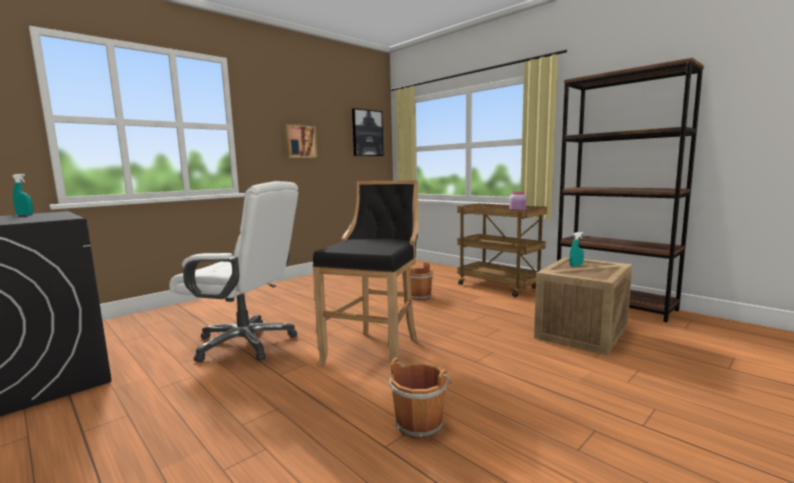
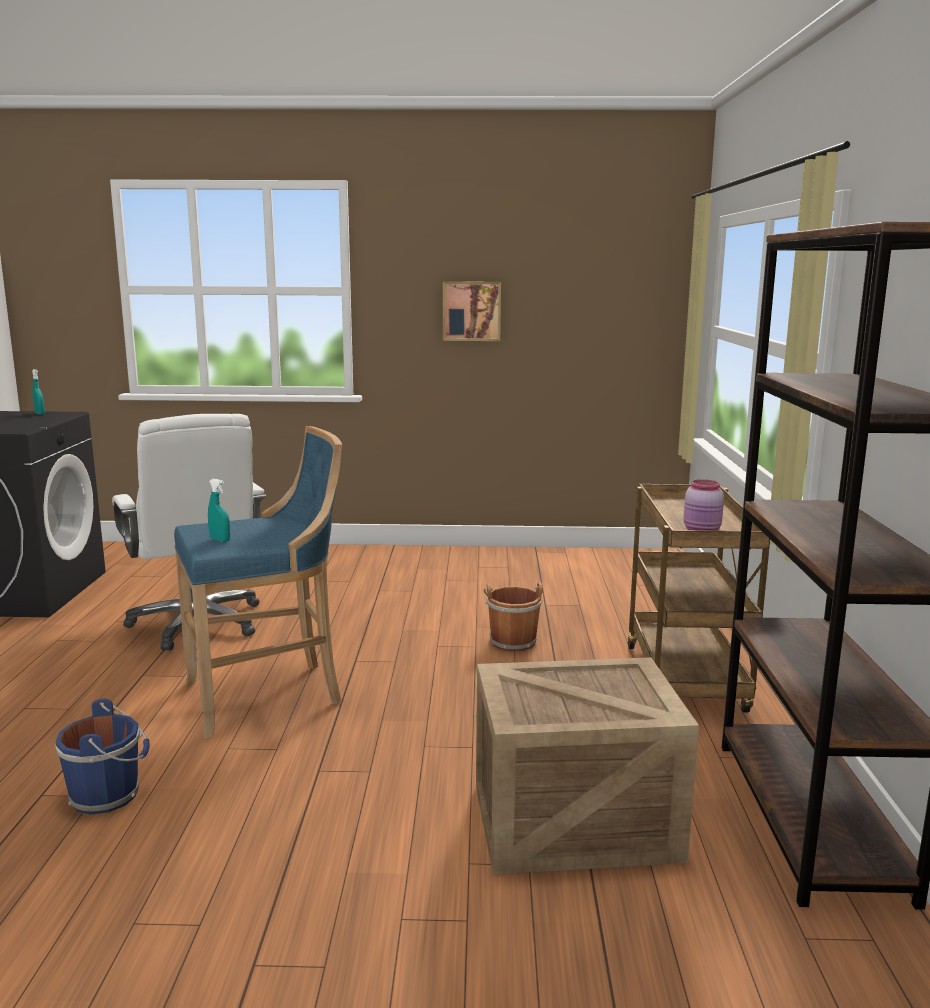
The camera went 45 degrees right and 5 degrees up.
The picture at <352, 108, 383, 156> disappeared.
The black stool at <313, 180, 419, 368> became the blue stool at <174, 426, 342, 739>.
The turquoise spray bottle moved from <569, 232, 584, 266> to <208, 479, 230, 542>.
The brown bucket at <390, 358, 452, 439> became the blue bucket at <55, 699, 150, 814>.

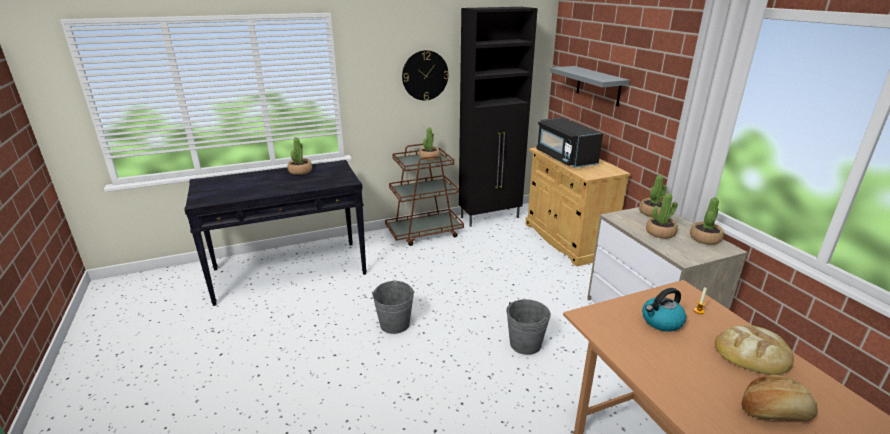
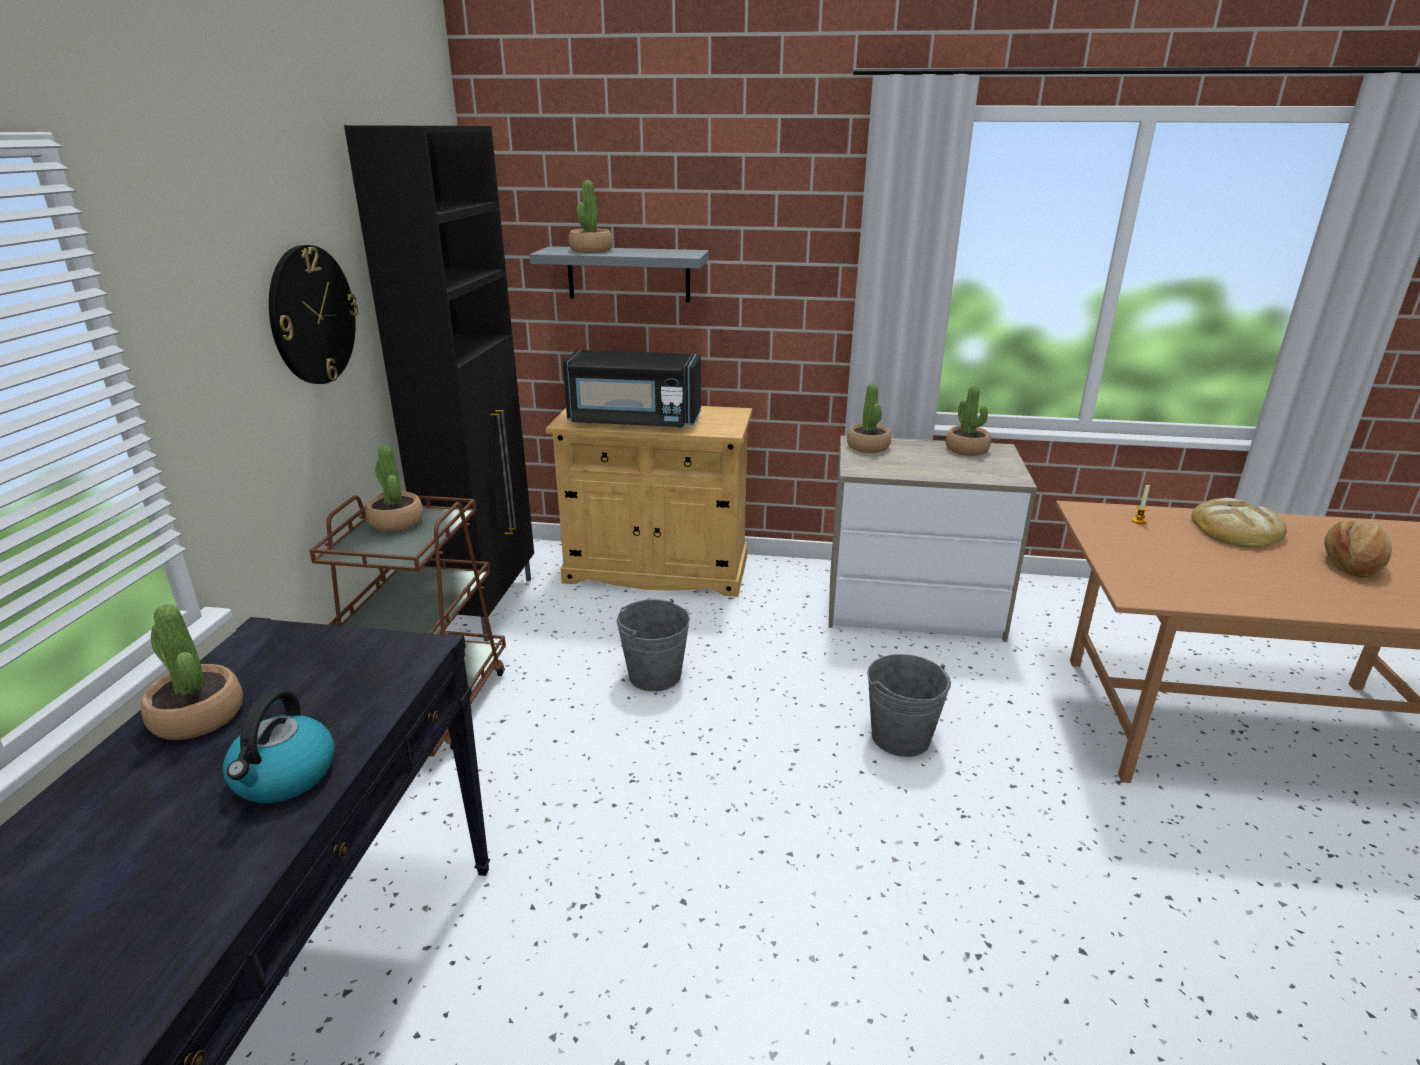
The camera went 60 degrees left and 0 degrees up.
The potted plant moved from <646, 193, 678, 239> to <569, 180, 613, 253>.
The grey bucket moved from <372, 280, 414, 334> to <616, 599, 690, 691>.
The kettle moved from <642, 288, 686, 332> to <223, 689, 335, 803>.

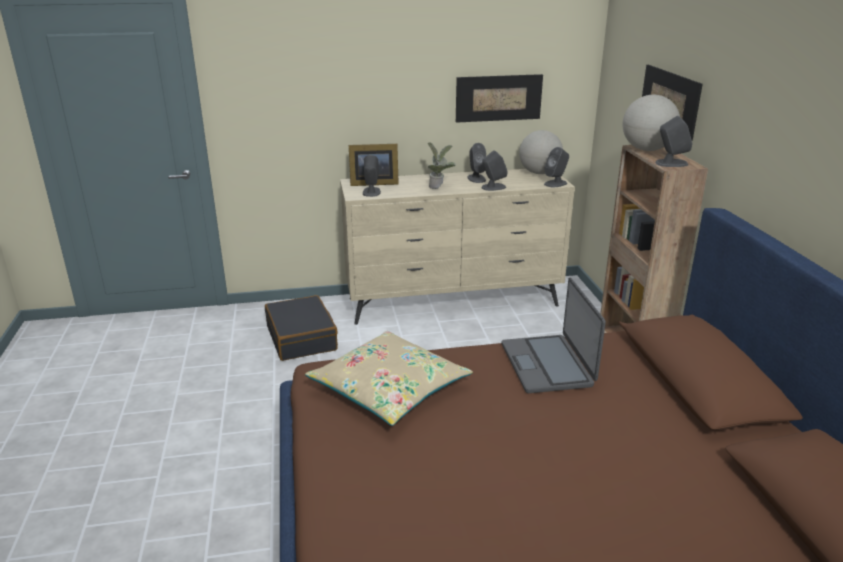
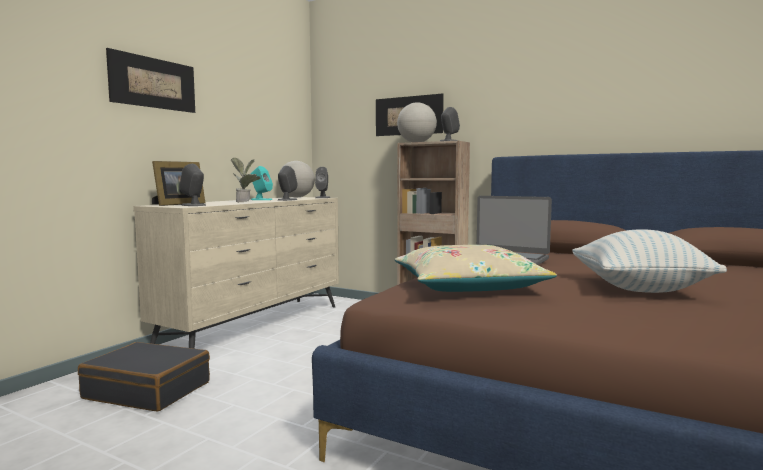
The camera went 50 degrees left and 20 degrees down.
The picture moved from <456, 74, 543, 123> to <106, 48, 195, 113>.
The grey speaker at <467, 143, 486, 183> became the turquoise speaker at <251, 166, 273, 200>.
The pillow at <572, 229, 727, 293> appeared.

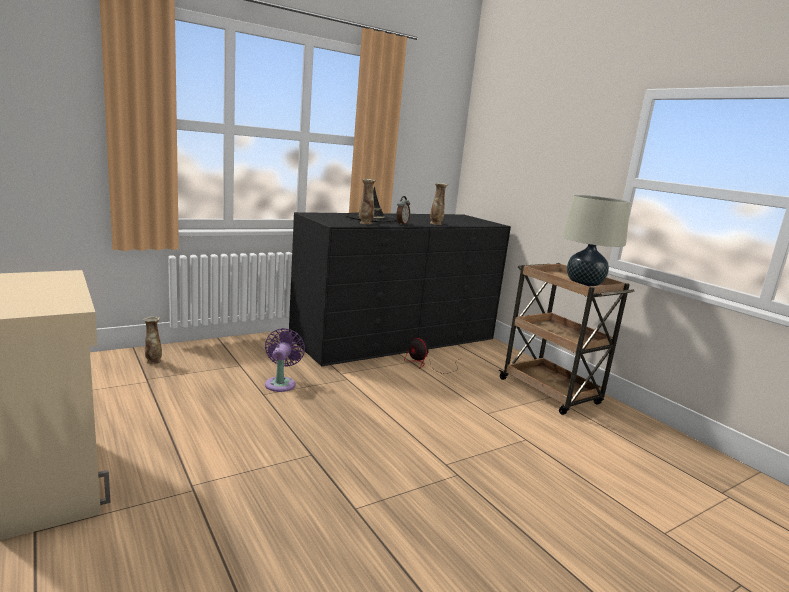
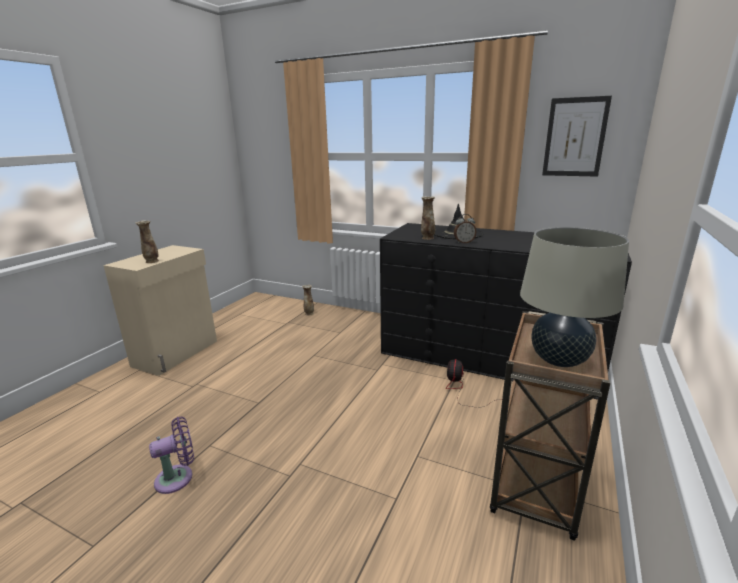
The camera went 60 degrees right and 5 degrees up.
The vase moved from <430, 183, 448, 225> to <135, 220, 159, 263>.
The purple fan moved from <265, 328, 305, 392> to <149, 417, 194, 494>.
The picture at <542, 96, 612, 177> appeared.

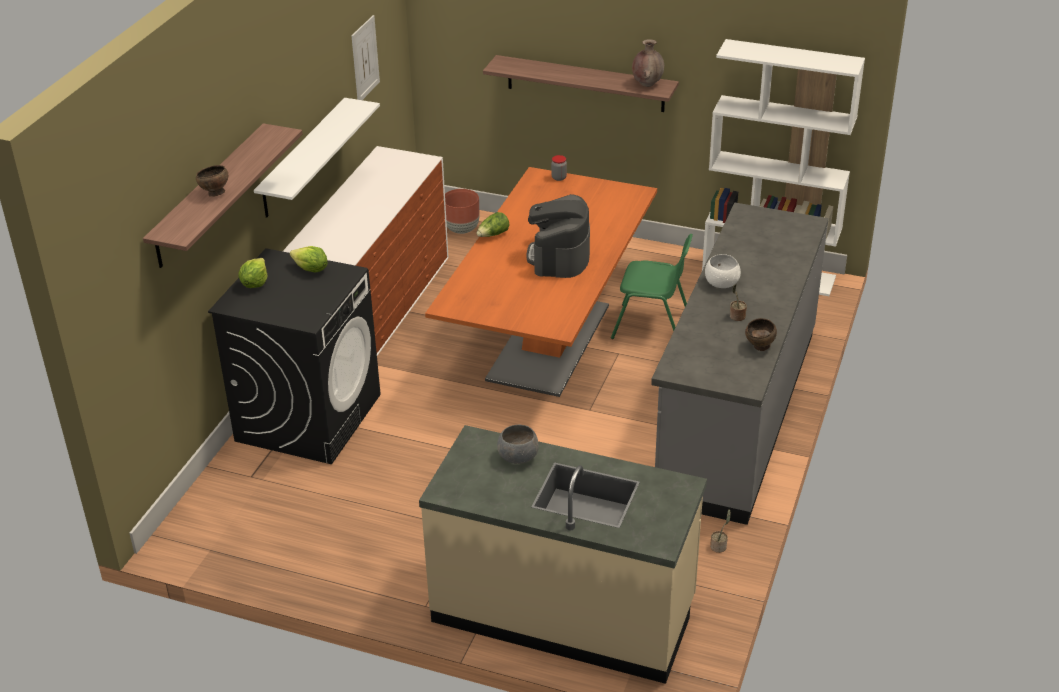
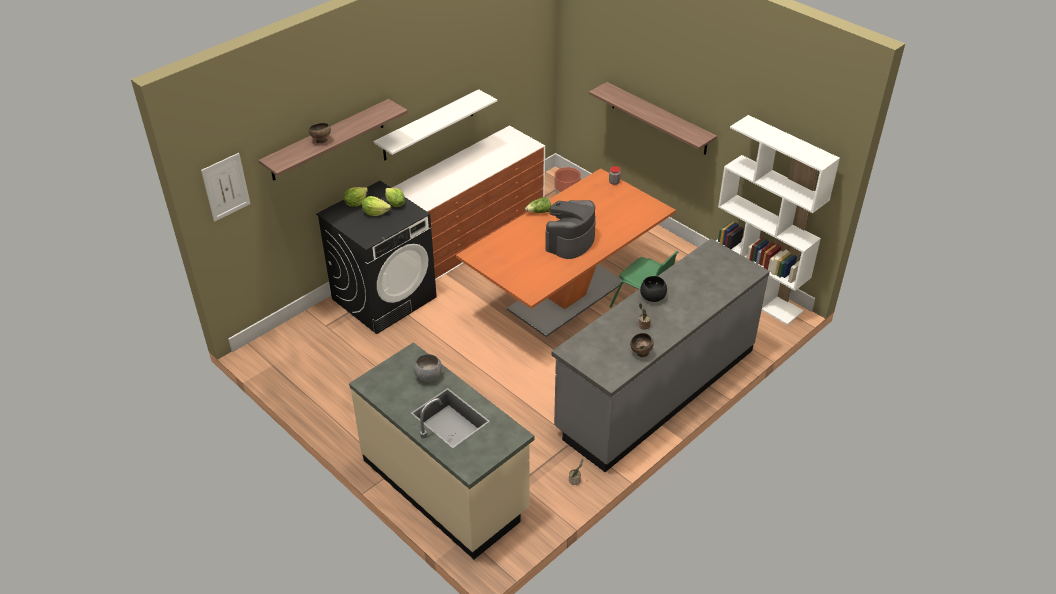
The camera went 25 degrees right and 5 degrees up.
The picture moved from <352, 15, 380, 100> to <201, 153, 250, 222>.
The brown vase at <632, 39, 664, 87> disappeared.
The white bowl at <705, 254, 741, 288> became the black bowl at <640, 276, 667, 302>.
The lettuce at <362, 196, 391, 216> appeared.

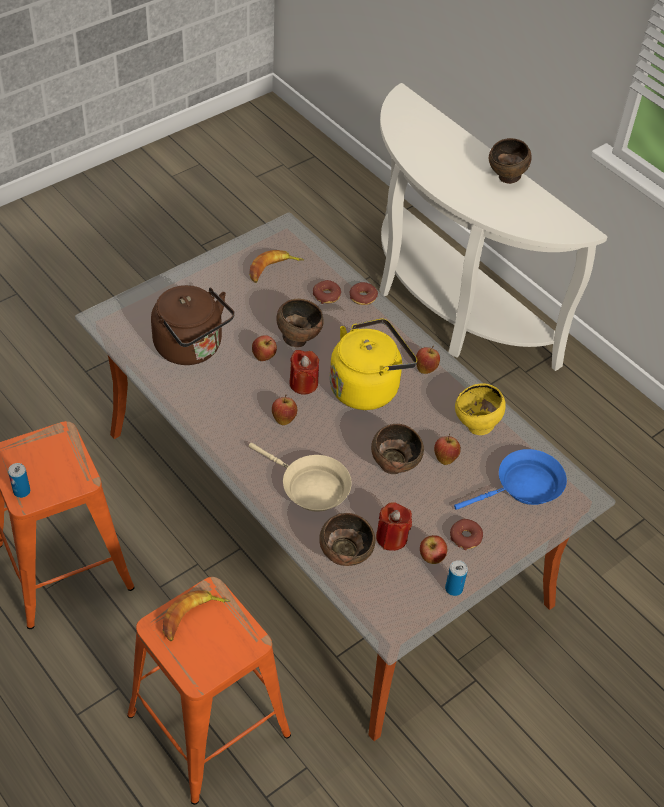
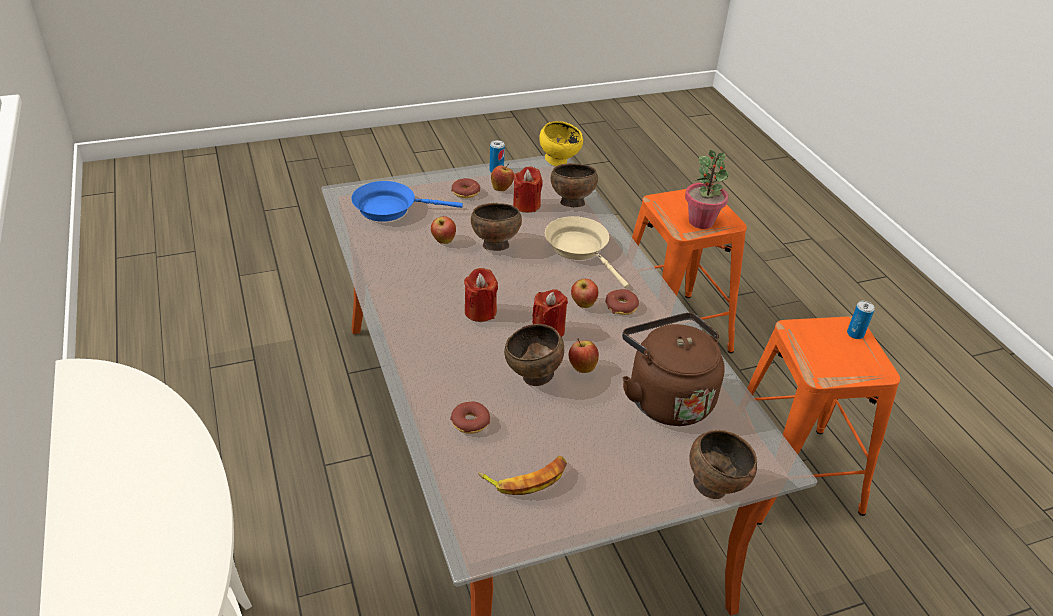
The camera went 160 degrees left and 10 degrees down.
The brown bowl moved from <489, 138, 532, 184> to <689, 430, 757, 499>.
The donut moved from <350, 282, 378, 305> to <605, 289, 639, 315>.
The yellow kettle at <329, 318, 417, 410> was replaced by the red candle at <464, 268, 498, 322>.
The apple at <416, 346, 440, 374> disappeared.
The yellow bowl moved from <455, 383, 506, 435> to <539, 121, 583, 166>.
The banana at <163, 590, 230, 641> was replaced by the potted plant at <685, 150, 729, 229>.

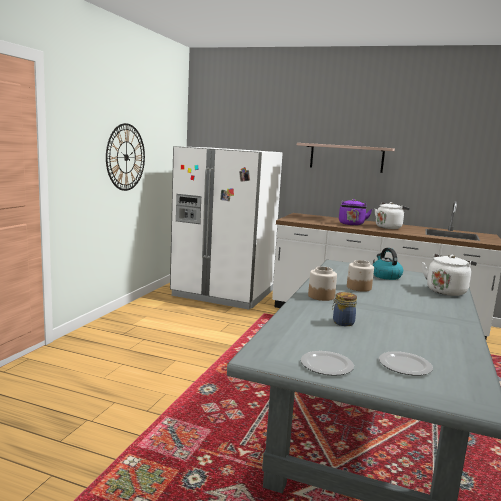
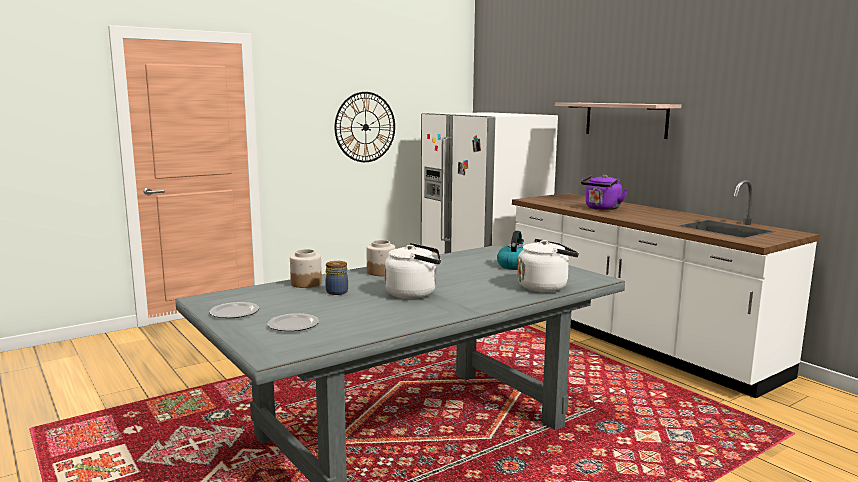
The camera went 35 degrees right and 0 degrees up.
The white kettle moved from <375, 202, 410, 229> to <384, 243, 441, 299>.
The jar moved from <347, 260, 374, 292> to <290, 249, 322, 288>.

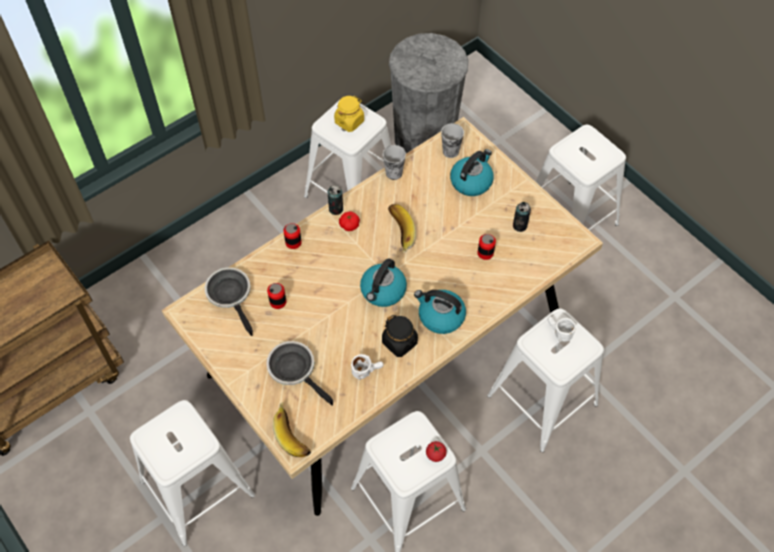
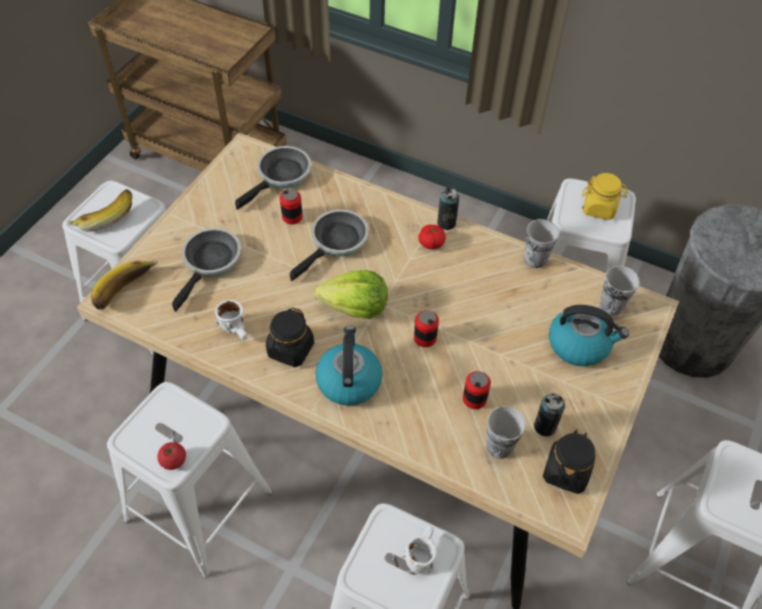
The camera went 65 degrees right and 5 degrees down.
The banana moved from <388, 204, 416, 253> to <67, 189, 132, 232>.
The can moved from <284, 223, 302, 249> to <414, 310, 439, 347>.
The kettle at <360, 258, 407, 307> was replaced by the lettuce at <314, 270, 388, 319>.
The frying pan at <290, 209, 369, 281> appeared.
The cup at <486, 406, 526, 459> appeared.
The black jar at <543, 429, 596, 494> appeared.

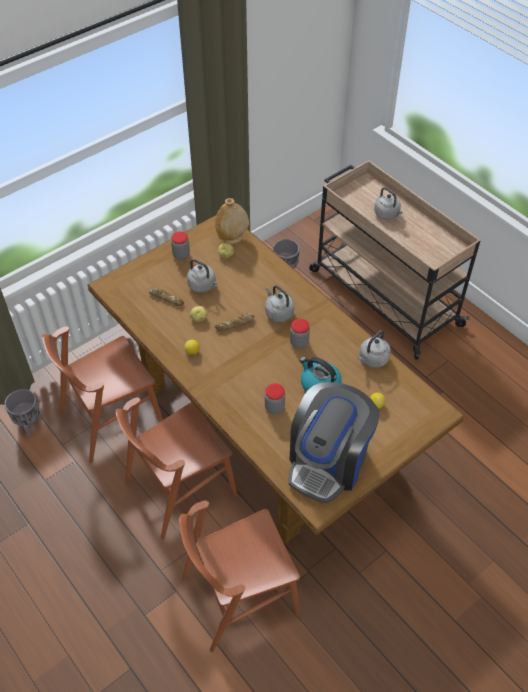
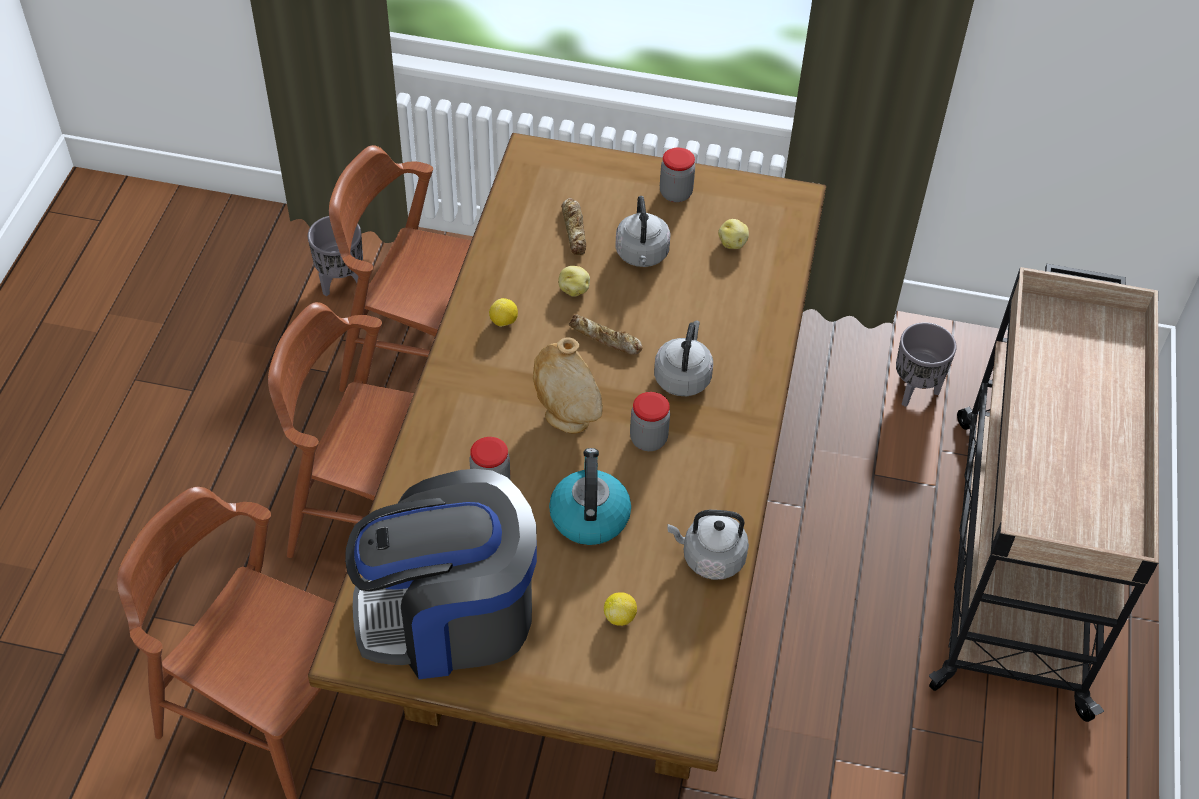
The camera went 50 degrees right and 0 degrees up.
The grey kettle at <374, 187, 403, 220> disappeared.
The beige vase moved from <215, 198, 249, 245> to <533, 337, 603, 433>.

